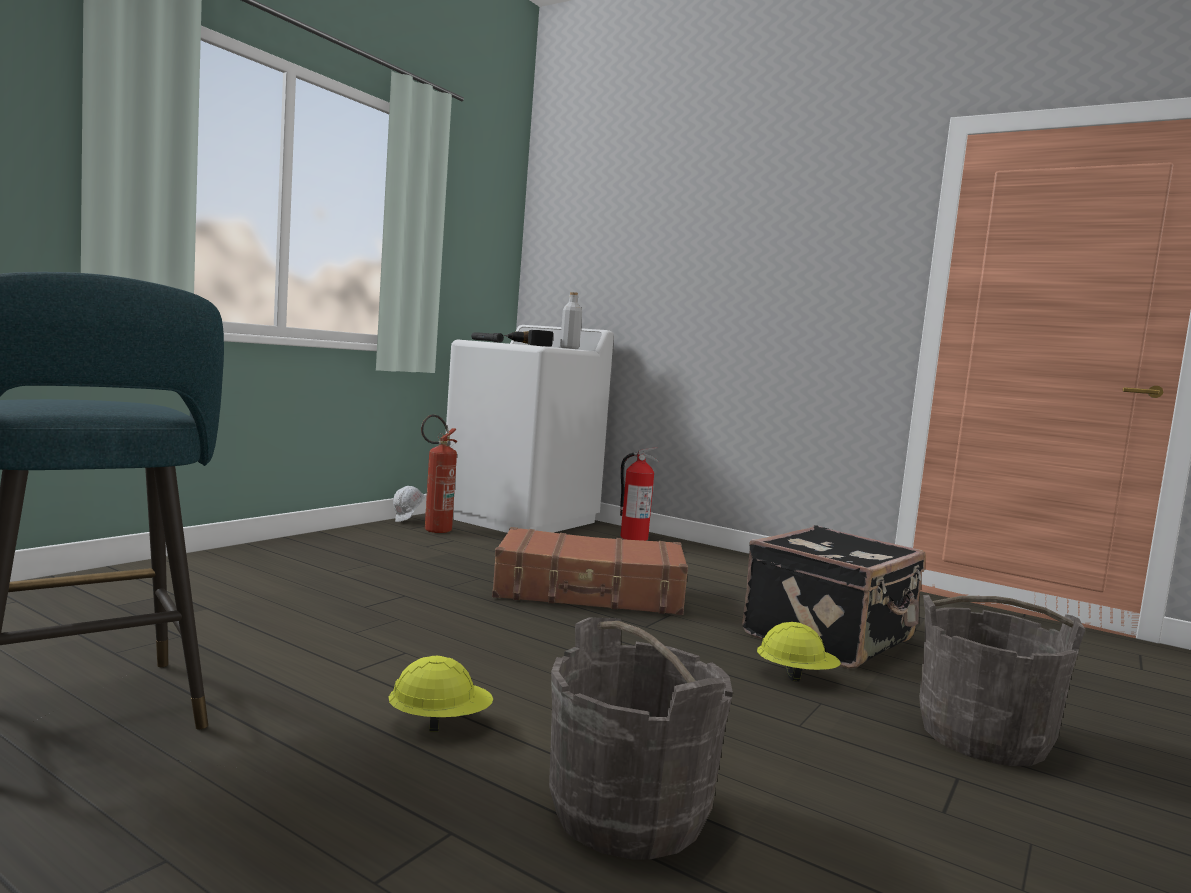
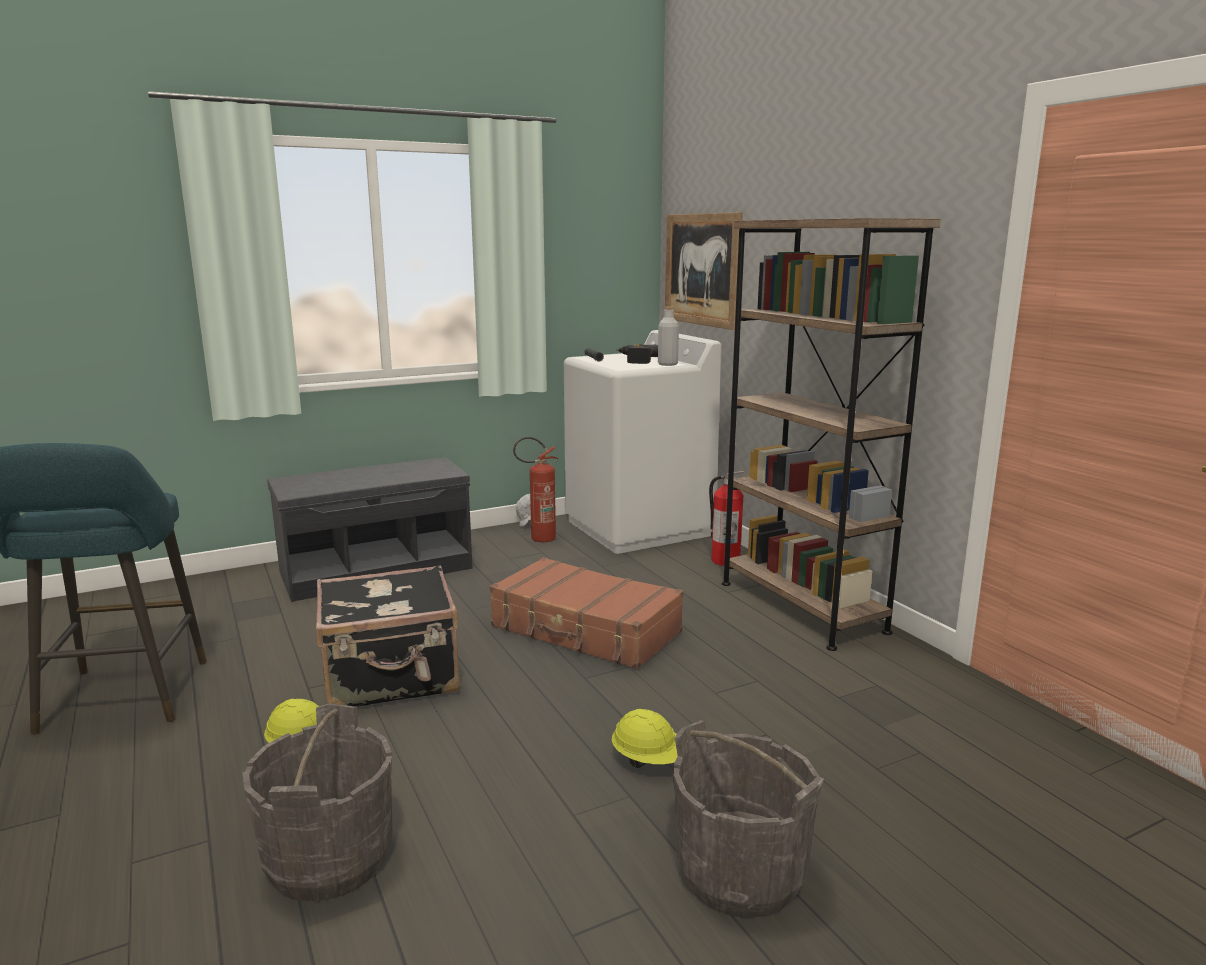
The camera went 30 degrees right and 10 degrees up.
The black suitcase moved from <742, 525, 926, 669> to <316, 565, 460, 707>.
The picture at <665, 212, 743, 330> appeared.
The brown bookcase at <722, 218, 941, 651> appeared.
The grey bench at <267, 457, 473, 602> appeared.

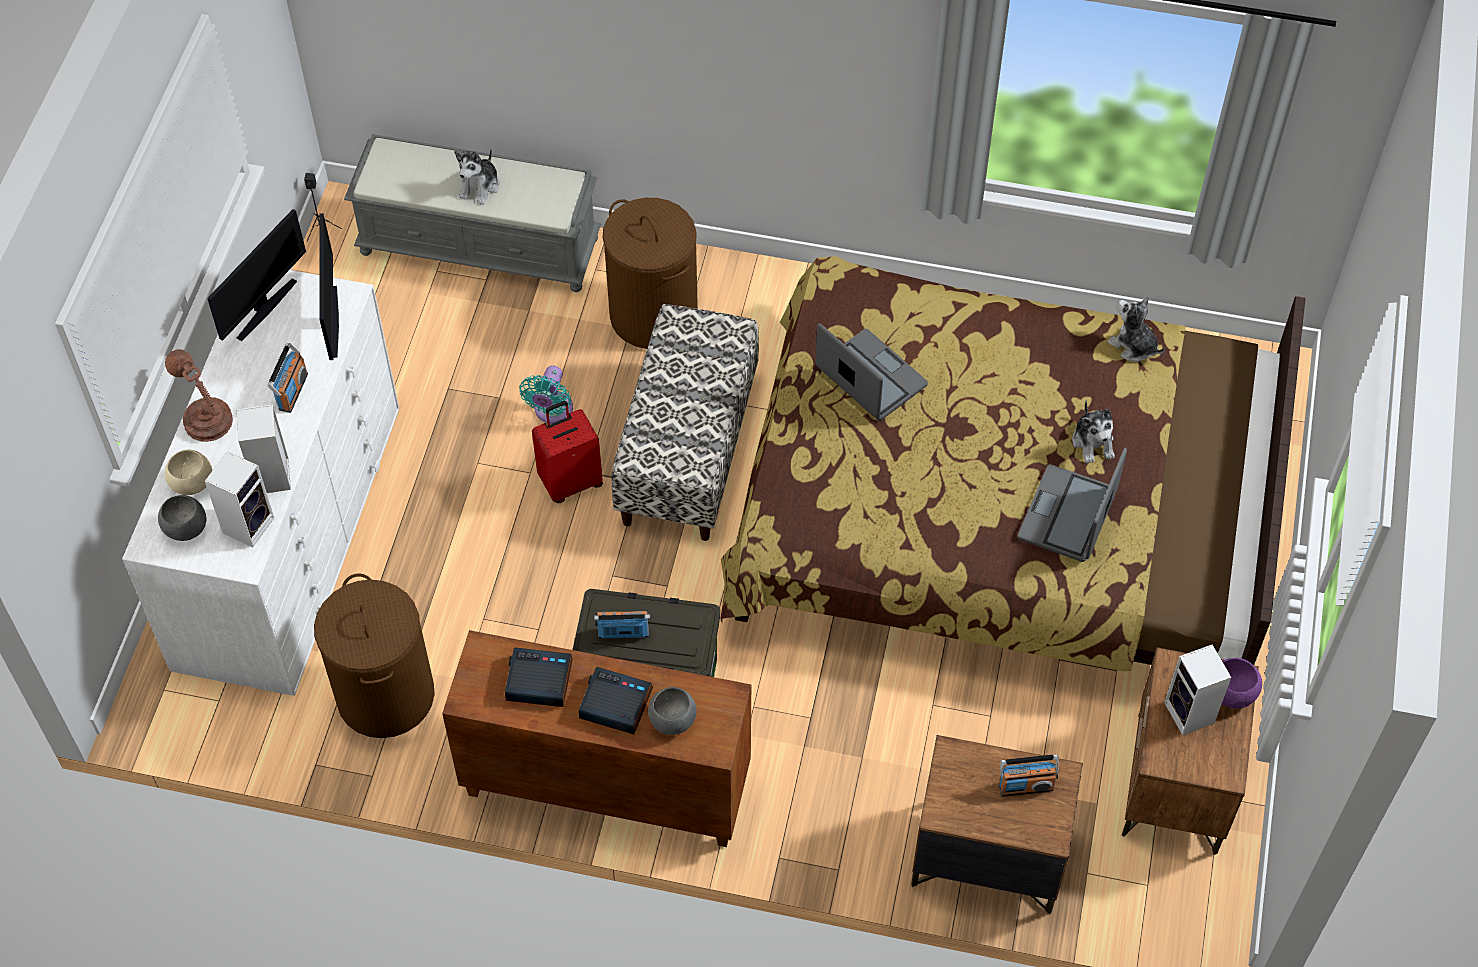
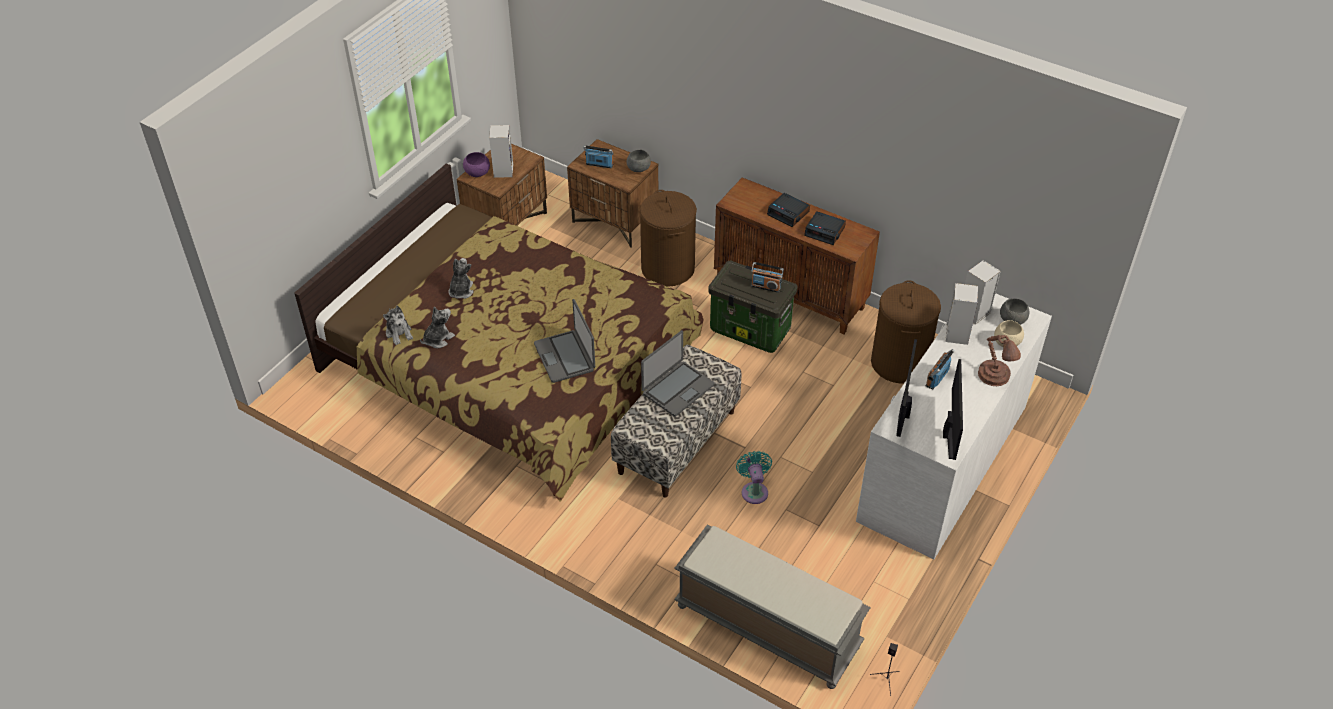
The camera went 160 degrees left and 10 degrees down.
The plush toy moved from <454, 149, 499, 205> to <420, 307, 455, 348>.
The brown laundry basket moved from <602, 198, 698, 349> to <640, 190, 697, 287>.
The monitor at <207, 209, 306, 341> turned 135 degrees clockwise.
The turquoise fan at <519, 365, 573, 424> turned 45 degrees counterclockwise.
The red suitcase at <532, 401, 603, 503> disappeared.
The laptop moved from <1018, 448, 1127, 562> to <641, 330, 714, 417>.
The grey bowl moved from <648, 687, 697, 735> to <627, 149, 651, 172>.

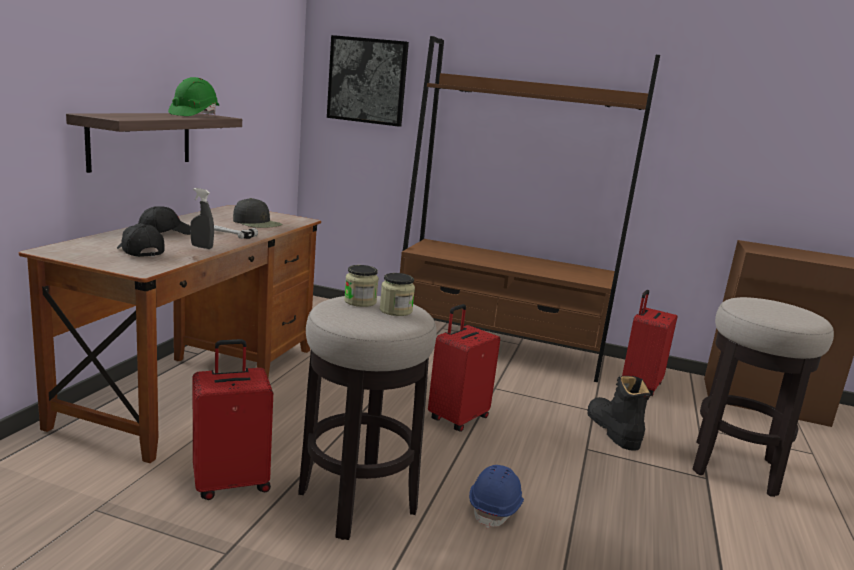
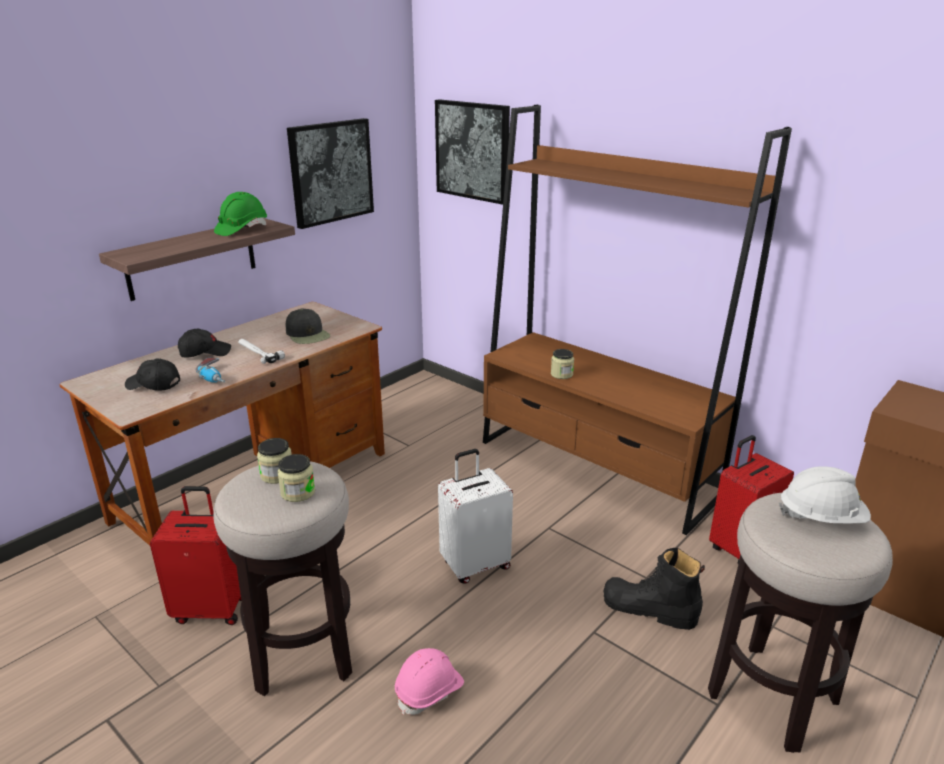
The camera went 25 degrees right and 10 degrees up.
The grey spray bottle at <190, 188, 214, 249> was replaced by the power drill at <196, 358, 225, 383>.
The black cap at <117, 223, 165, 257> turned 60 degrees counterclockwise.
The red suitcase at <428, 304, 500, 432> became the white suitcase at <438, 449, 513, 584>.
The black boot at <587, 376, 651, 451> turned 75 degrees counterclockwise.
The blue hard hat at <469, 465, 524, 529> became the pink hard hat at <395, 648, 464, 715>.
The picture at <287, 118, 374, 229> appeared.
The jar at <551, 349, 574, 379> appeared.
The white hard hat at <779, 466, 871, 524> appeared.

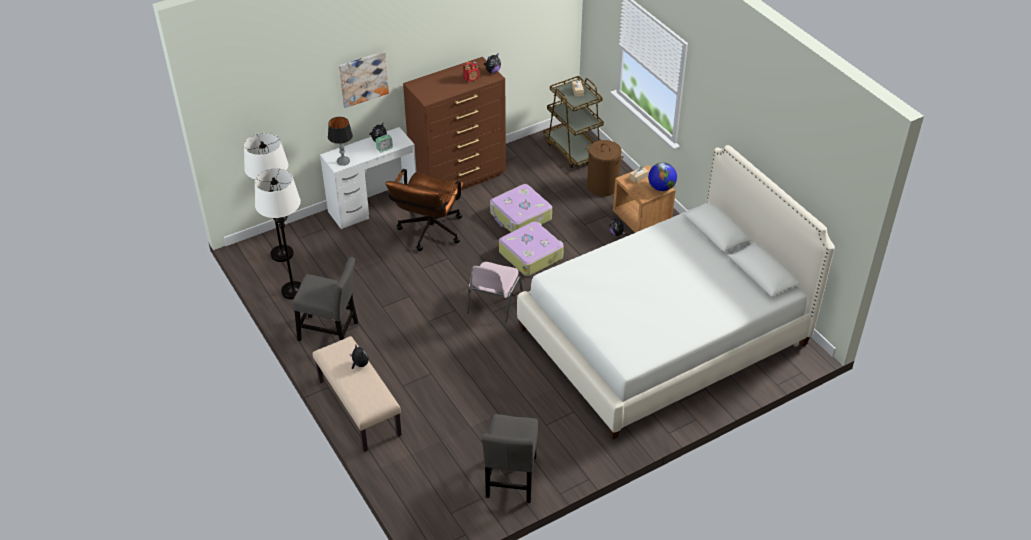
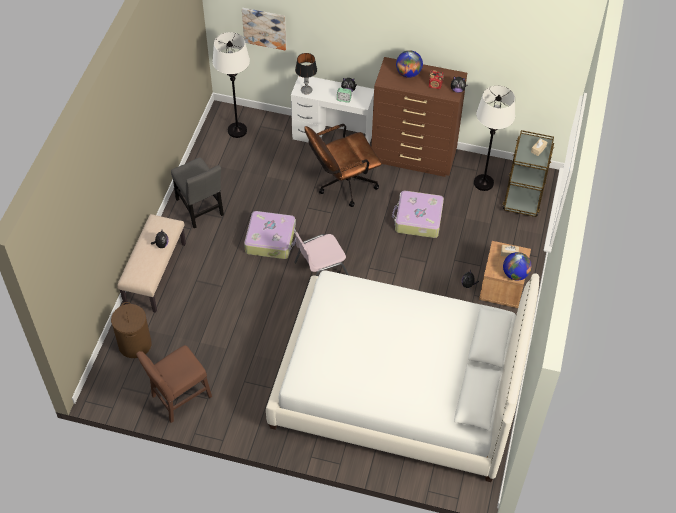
The camera went 45 degrees right and 10 degrees up.
The picture moved from <339, 51, 389, 108> to <242, 8, 286, 51>.
The brown laundry basket moved from <586, 140, 624, 196> to <111, 302, 152, 358>.
The white floor lamp moved from <255, 168, 301, 299> to <474, 85, 515, 191>.
The suitcase moved from <499, 221, 564, 276> to <244, 211, 296, 259>.
The grey chair at <481, 414, 538, 503> became the brown chair at <136, 345, 212, 423>.
The globe at <396, 50, 423, 78> appeared.

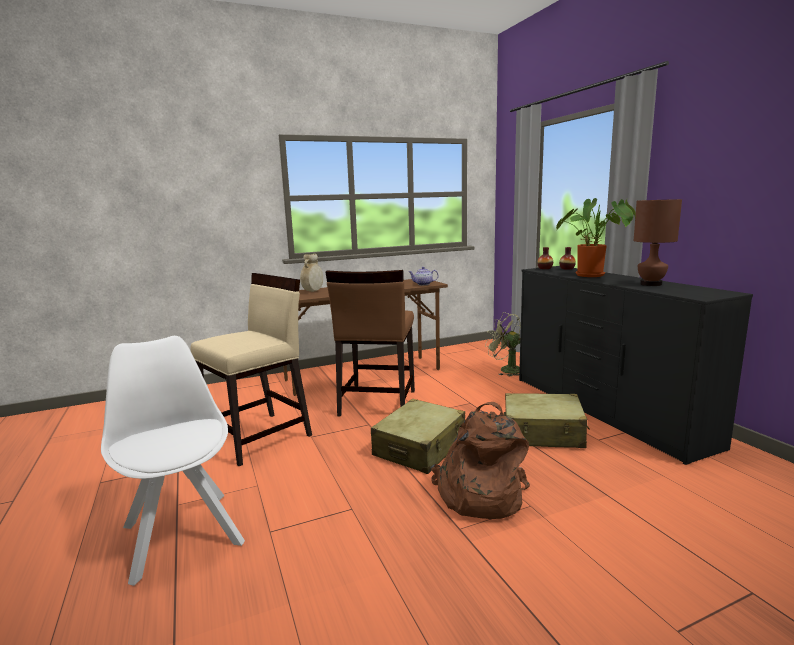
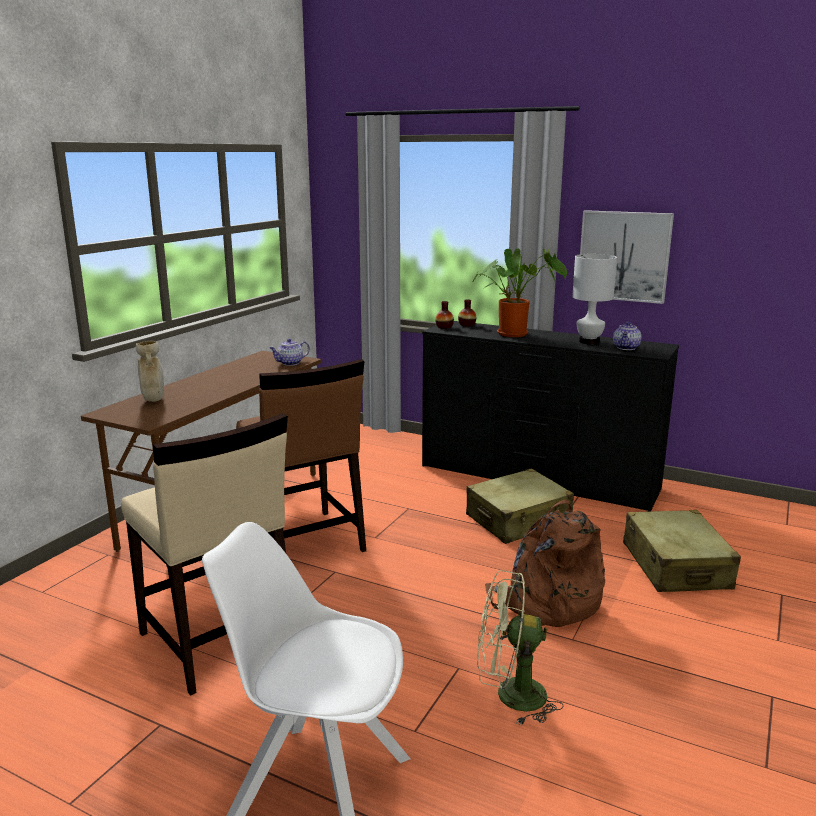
The camera went 40 degrees left and 5 degrees up.
The brown table lamp at <634, 199, 682, 286> became the white table lamp at <572, 254, 617, 344>.
The beige chair at <190, 273, 312, 466> turned 135 degrees clockwise.
The green fan moved from <485, 312, 520, 377> to <477, 570, 563, 725>.
The beige suitcase moved from <371, 399, 465, 474> to <623, 510, 741, 592>.
The picture at <580, 210, 674, 304> appeared.
The teapot at <613, 322, 641, 350> appeared.

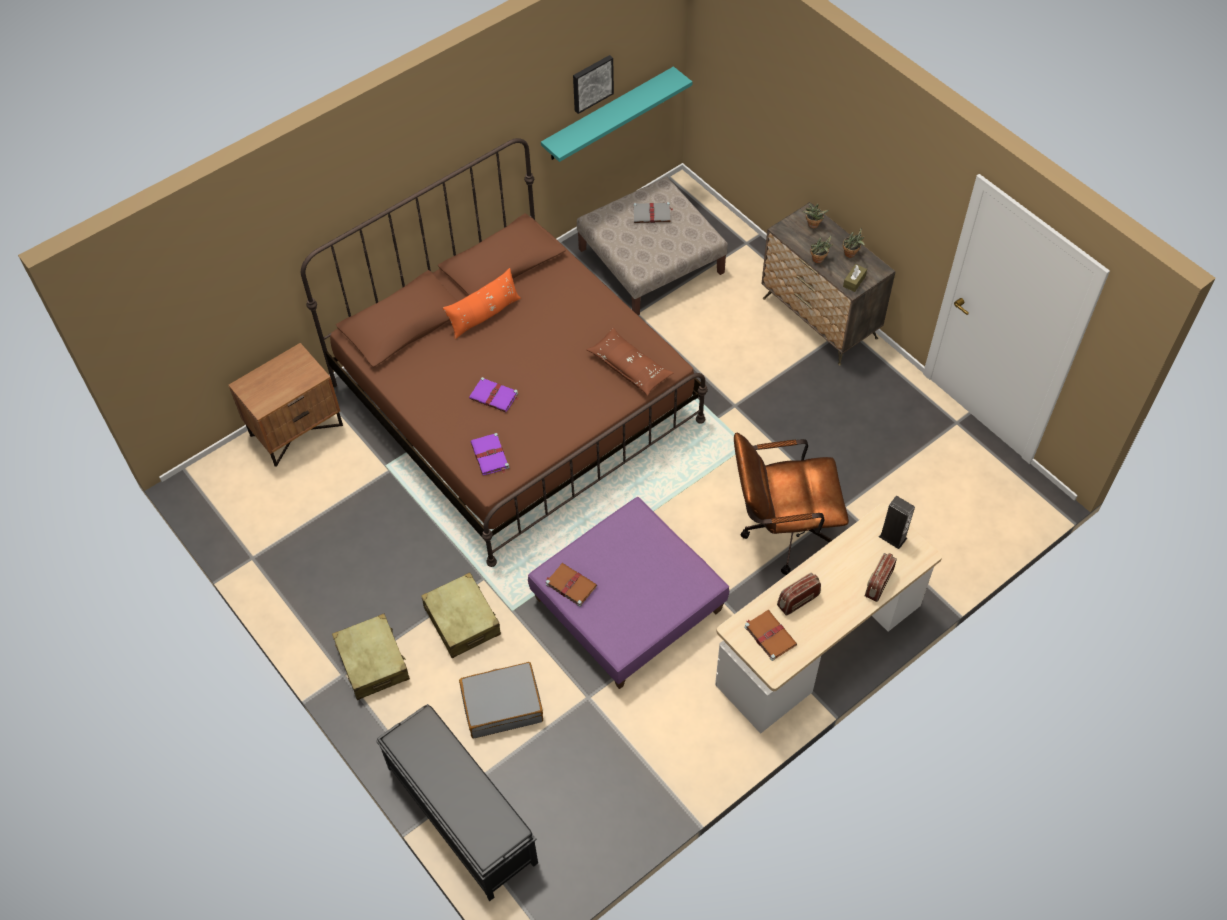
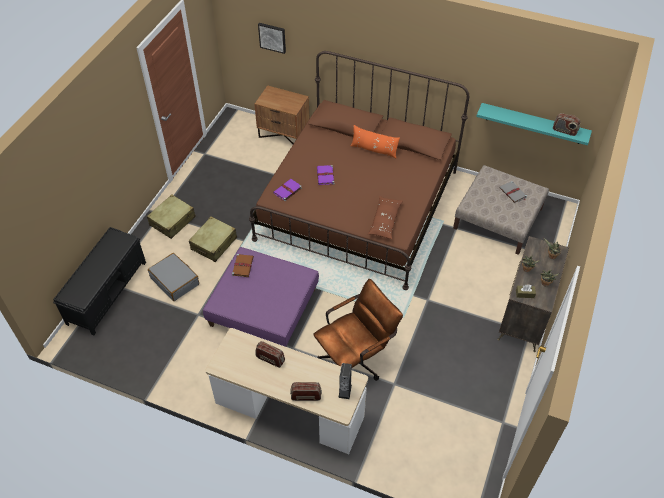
The camera went 60 degrees right and 5 degrees down.
The picture moved from <573, 55, 614, 114> to <258, 23, 286, 54>.
The brown office chair at <734, 433, 849, 575> turned 90 degrees clockwise.
The brown book at <744, 610, 797, 661> disappeared.
The radio at <553, 113, 580, 136> appeared.

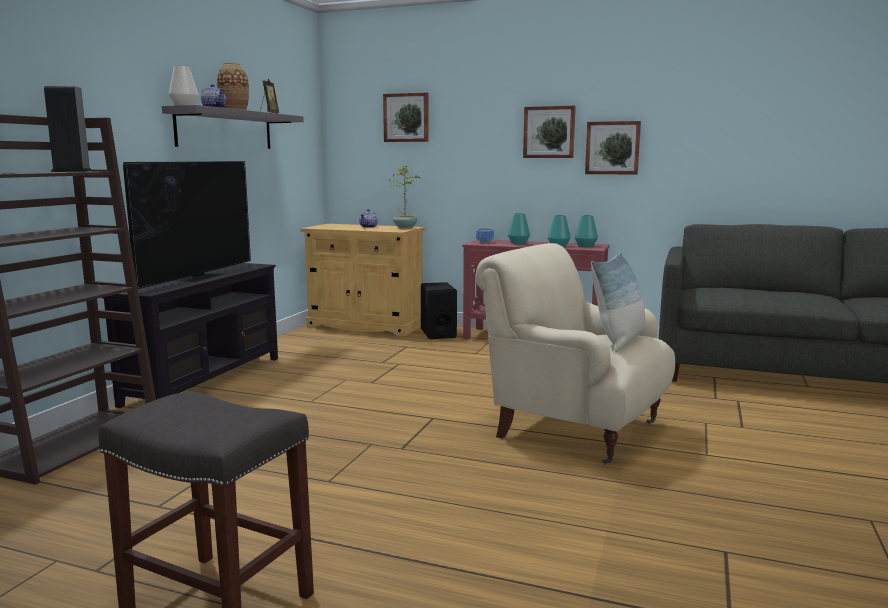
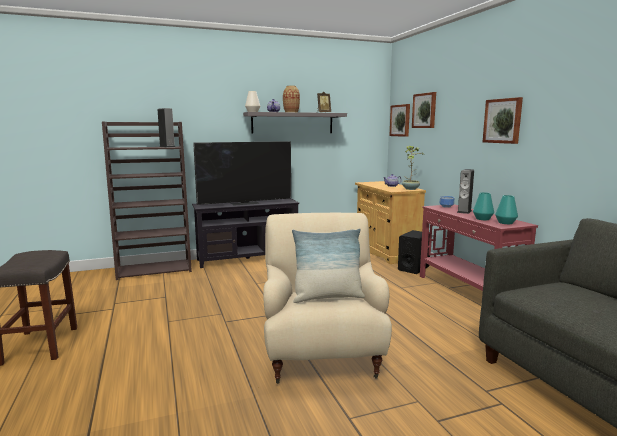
The camera went 50 degrees right and 0 degrees up.
The picture moved from <585, 121, 641, 175> to <390, 104, 410, 137>.
The turquoise vase at <508, 213, 530, 244> was replaced by the speaker at <457, 169, 474, 214>.

